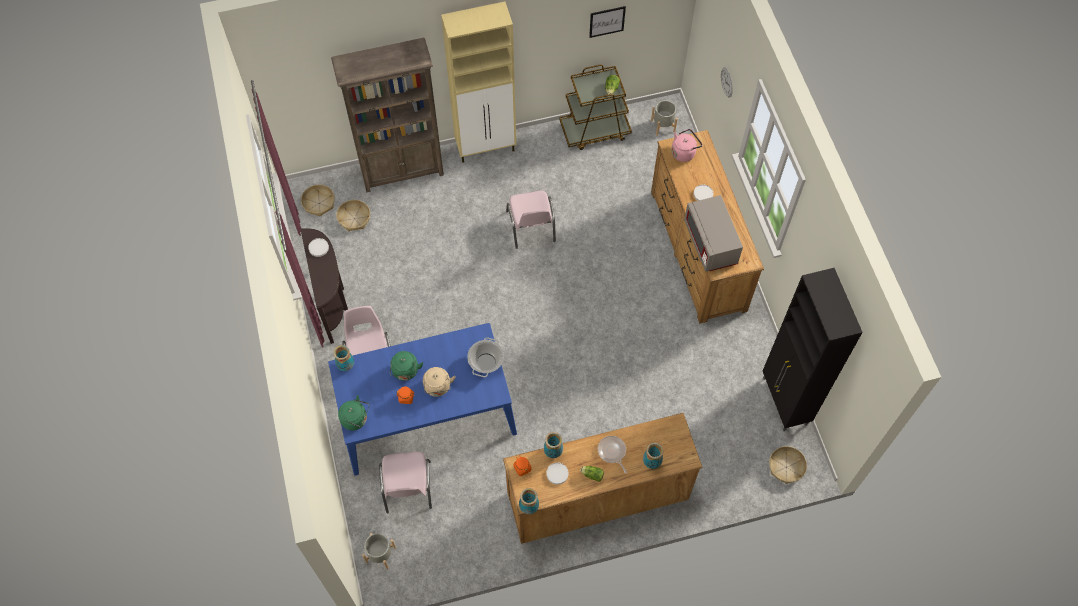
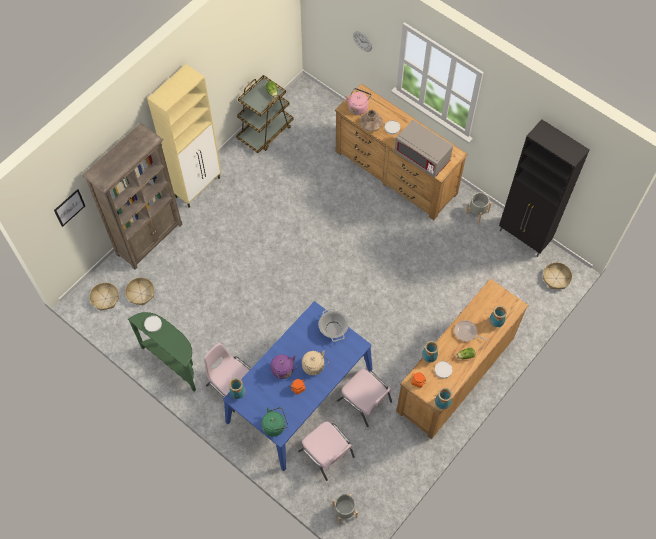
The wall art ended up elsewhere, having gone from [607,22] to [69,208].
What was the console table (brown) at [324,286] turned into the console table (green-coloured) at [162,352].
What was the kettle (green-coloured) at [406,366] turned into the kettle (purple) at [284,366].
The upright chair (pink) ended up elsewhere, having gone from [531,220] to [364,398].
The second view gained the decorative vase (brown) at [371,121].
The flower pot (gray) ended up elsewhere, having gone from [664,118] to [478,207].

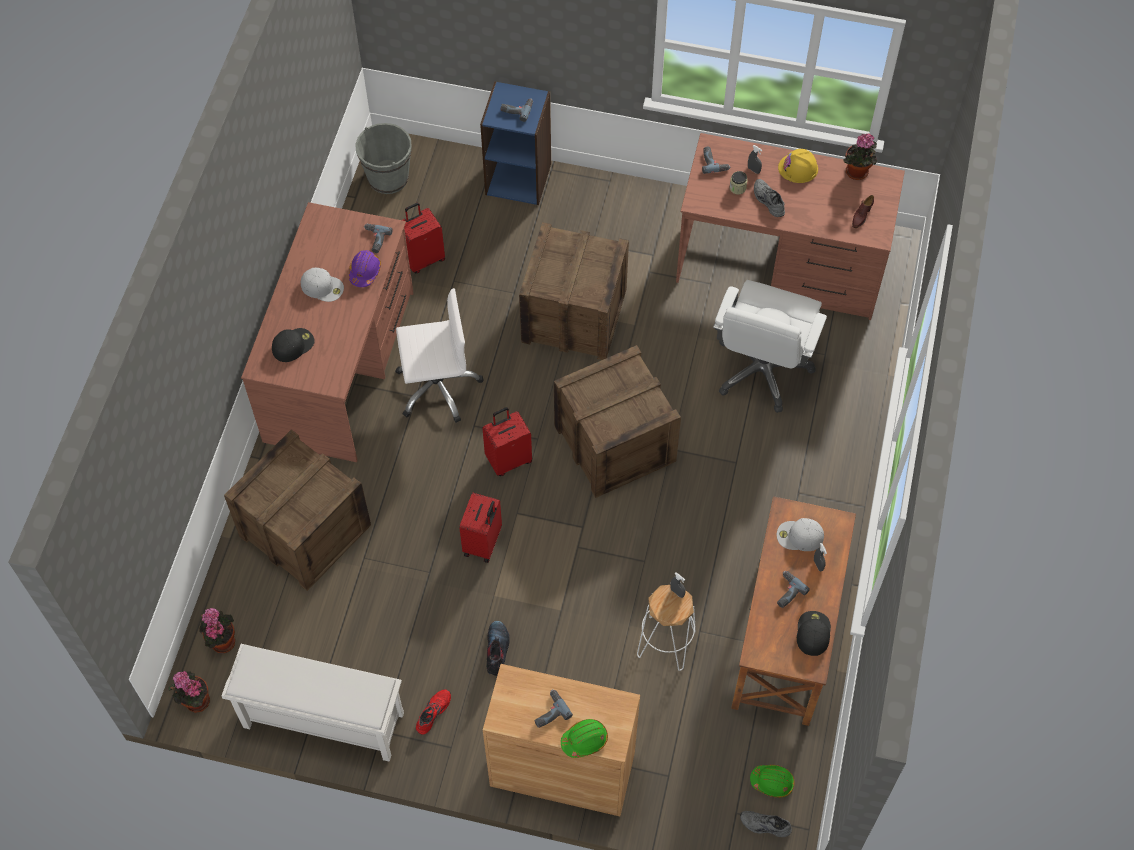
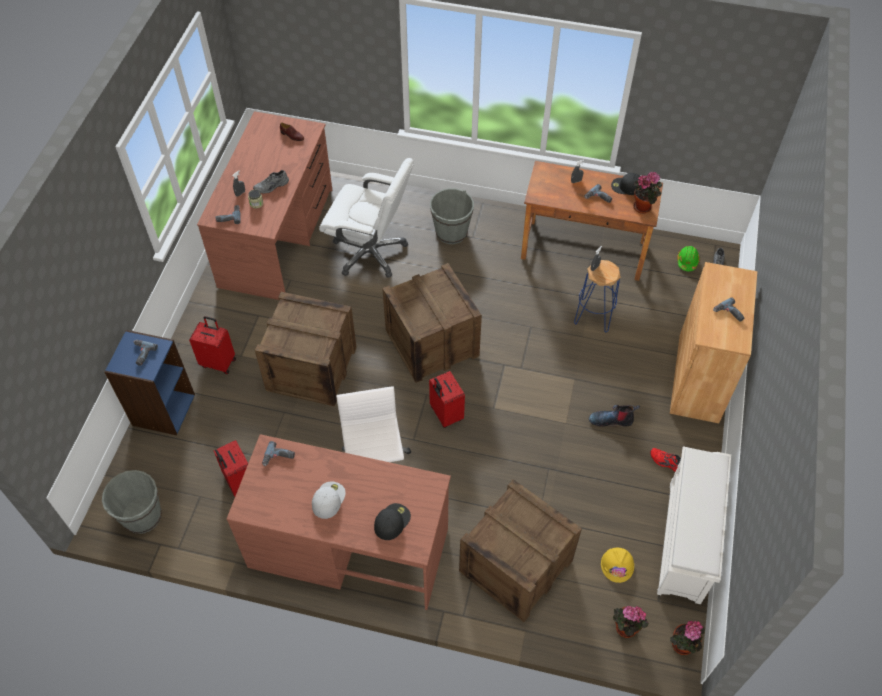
The suitcase (red-coloured) ended up elsewhere, having gone from [480,527] to [212,345].
The cap (black-coloured) at [293,345] ended up facing another way, 75 degrees clockwise from before.
The second view gained the water bucket (gray) at [452,216].
What was the sitting stool (white-coloured) at [666,628] turned into the sitting stool (blue) at [597,296].
The work helmet (yellow) ended up elsewhere, having gone from [798,166] to [617,565].
The potted plant ended up elsewhere, having gone from [860,157] to [647,193].
The second view lost the work helmet (purple) at [365,268].
The second view lost the work helmet (green-coloured) at [584,738].
The second view lost the cap (white-coloured) at [800,534].

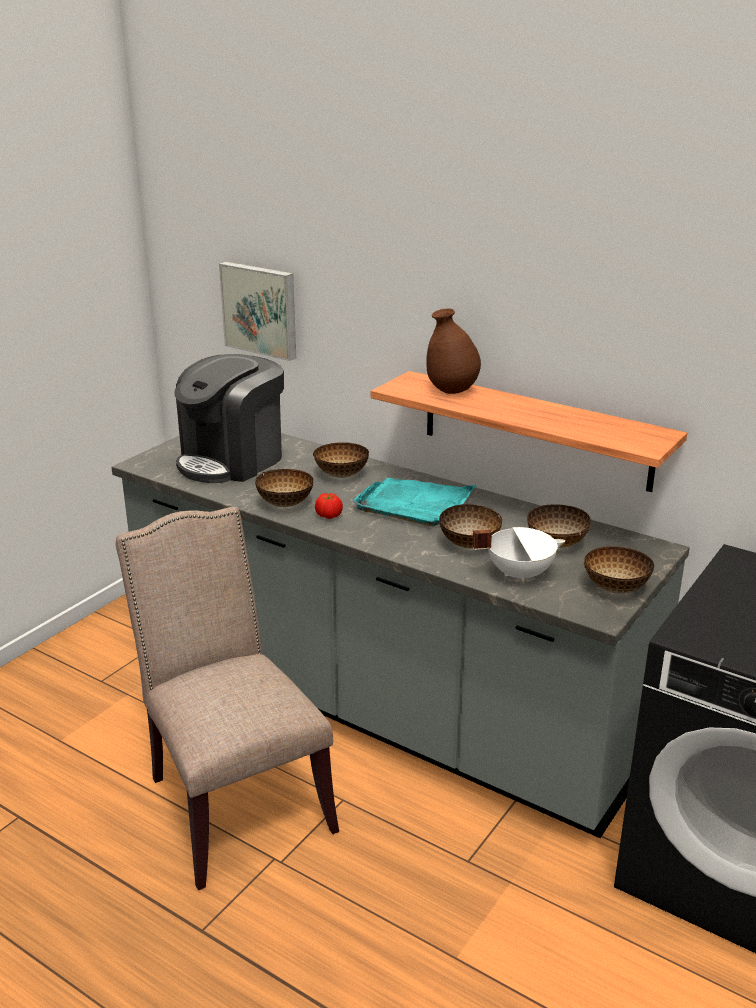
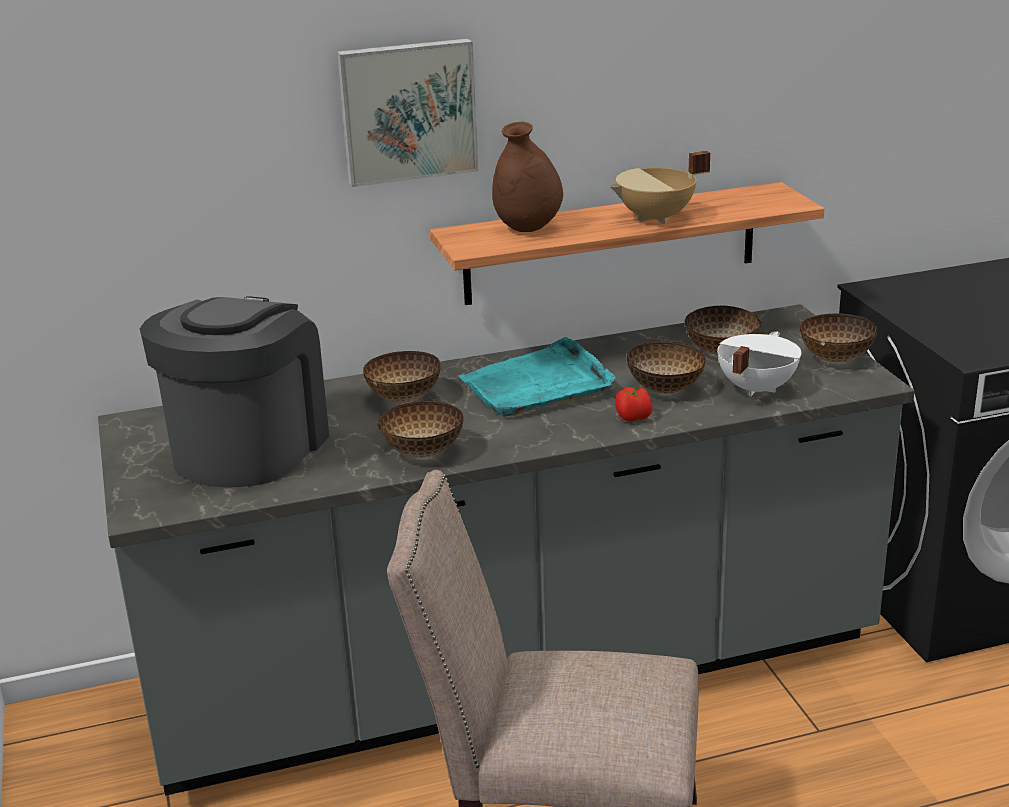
The coffee brewer at [229,418] ended up facing another way, 150 degrees counterclockwise from before.
The wall art ended up elsewhere, having gone from [257,311] to [407,112].
The second view gained the cooking pot (beige) at [659,187].
The tomato ended up elsewhere, having gone from [329,506] to [634,404].

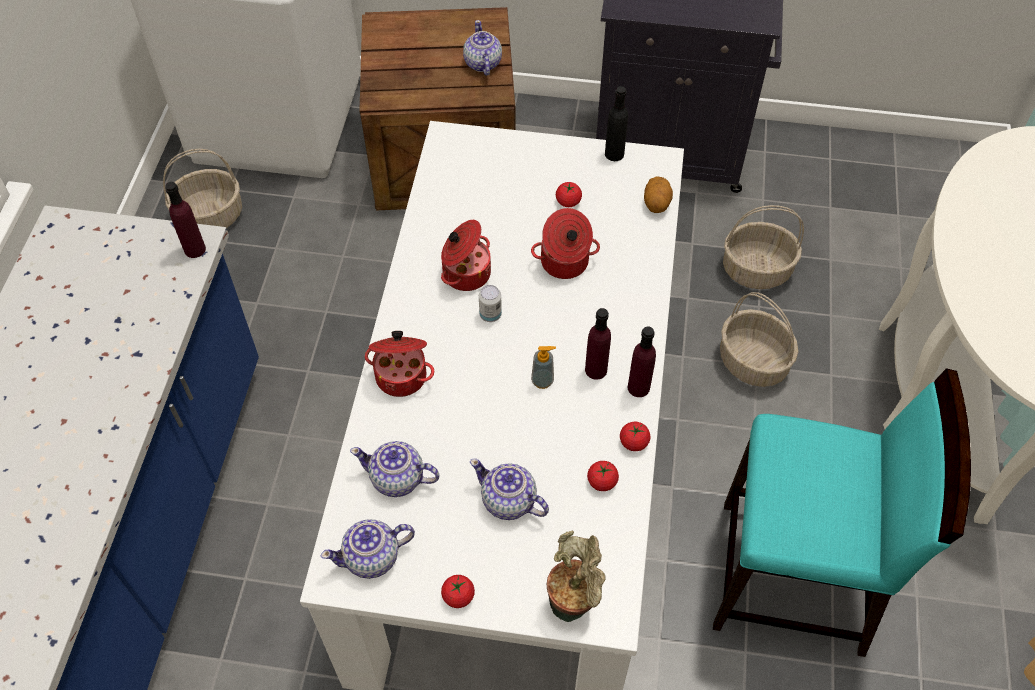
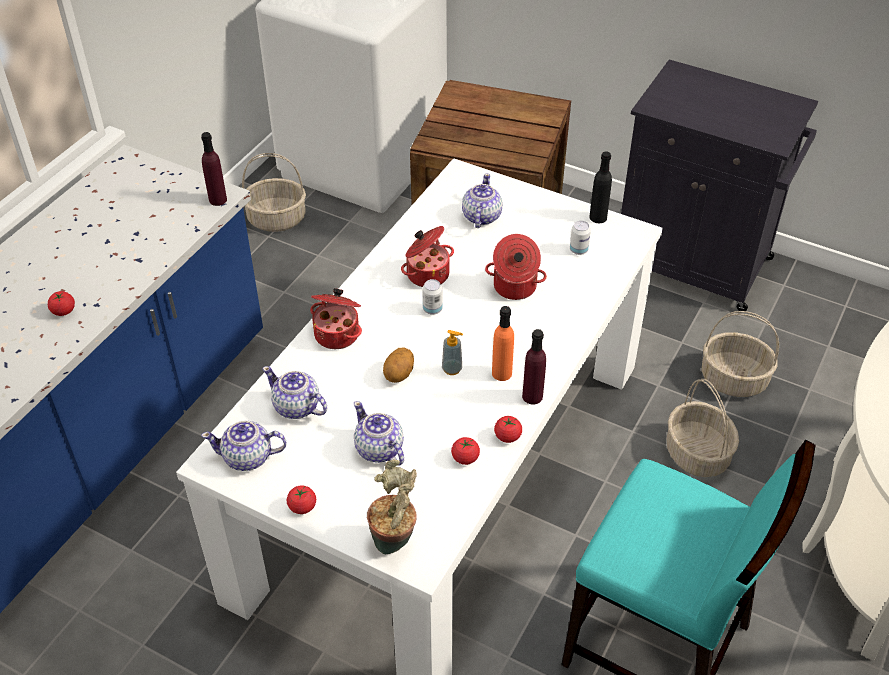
The tomato ended up elsewhere, having gone from [569,194] to [61,303].
The spud ended up elsewhere, having gone from [658,194] to [398,365].
The pot for tea ended up elsewhere, having gone from [482,48] to [482,200].
What was the drink bottle (purple) at [598,344] turned into the drink bottle (orangey) at [503,343].
The second view gained the can at [580,238].

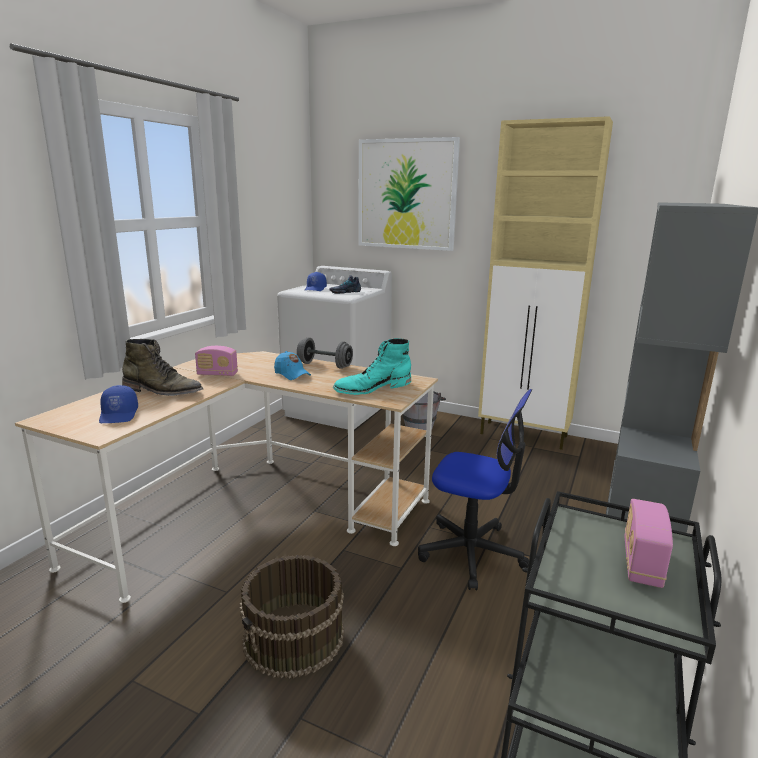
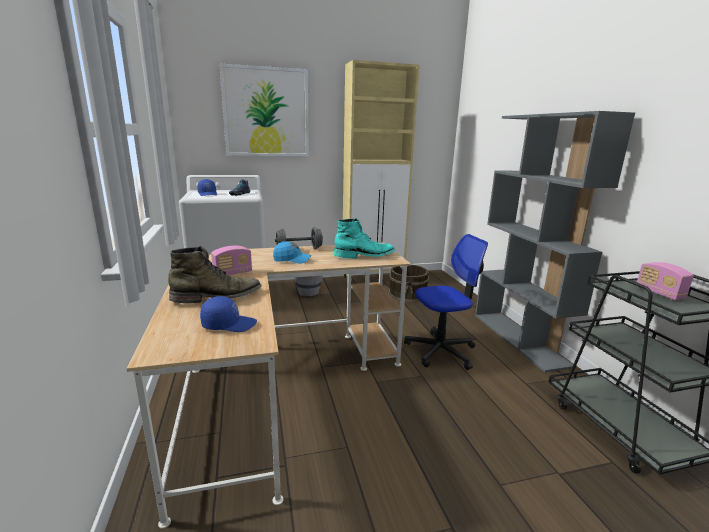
The cap (blue) at [118,404] ended up facing another way, 45 degrees counterclockwise from before.
The tall boot (turquoise-coloured) at [372,366] ended up facing another way, 135 degrees counterclockwise from before.
The water bucket (brown) ended up elsewhere, having gone from [291,616] to [409,283].

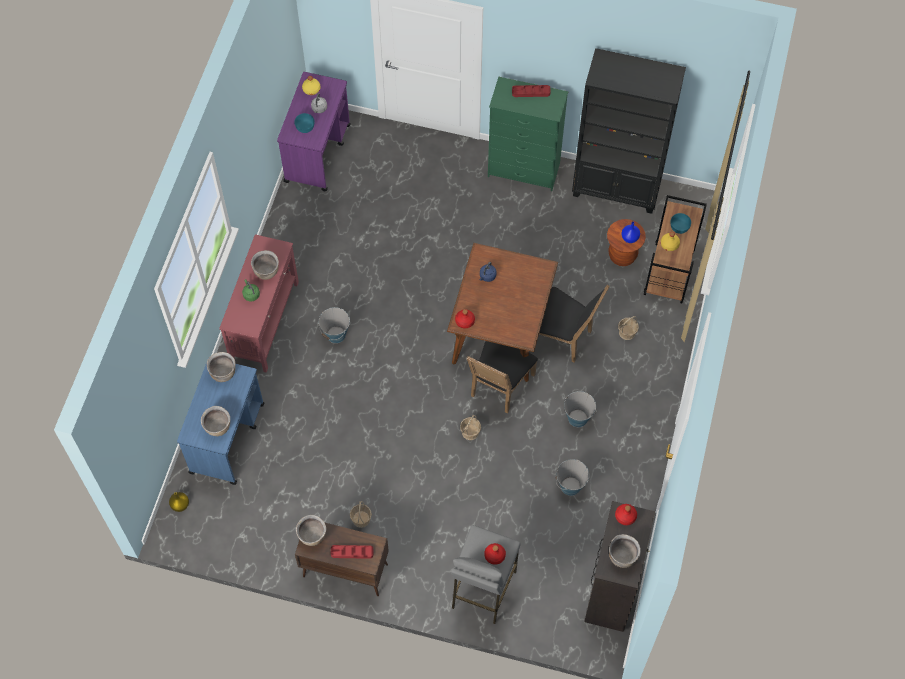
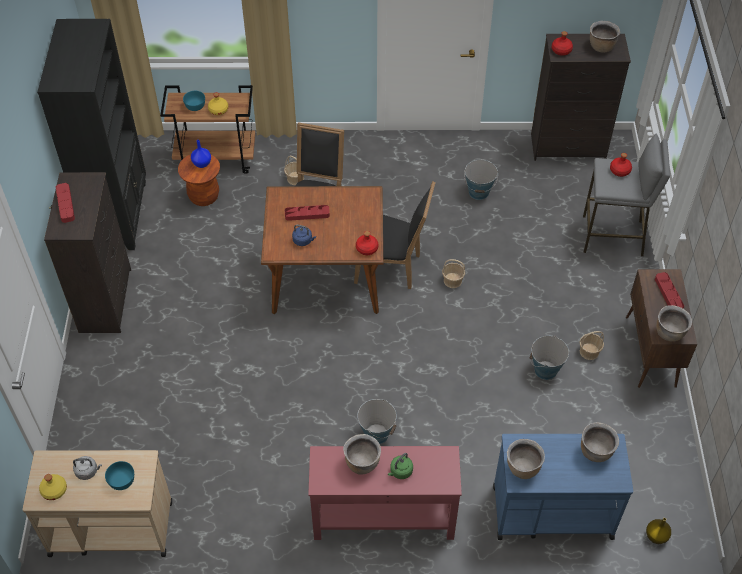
What was the wheeled cart (purple) at [314,131] turned into the wheeled cart (beige) at [97,503].
What was the drawer chest (green-coloured) at [528,134] turned into the drawer chest (black-coloured) at [87,252].
The second view gained the serving tray (red-coloured) at [307,213].
The water bucket ended up elsewhere, having gone from [580,409] to [549,358].

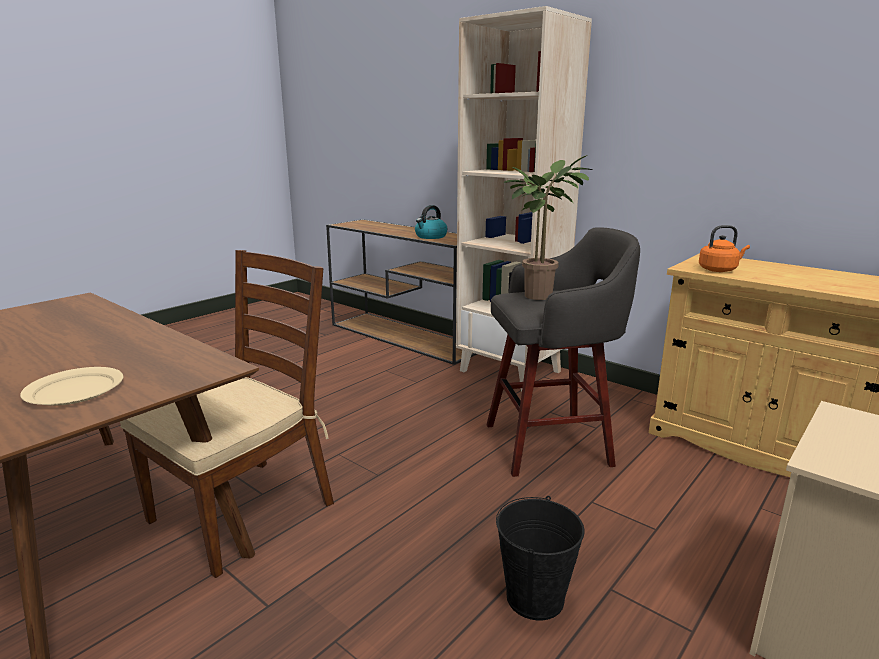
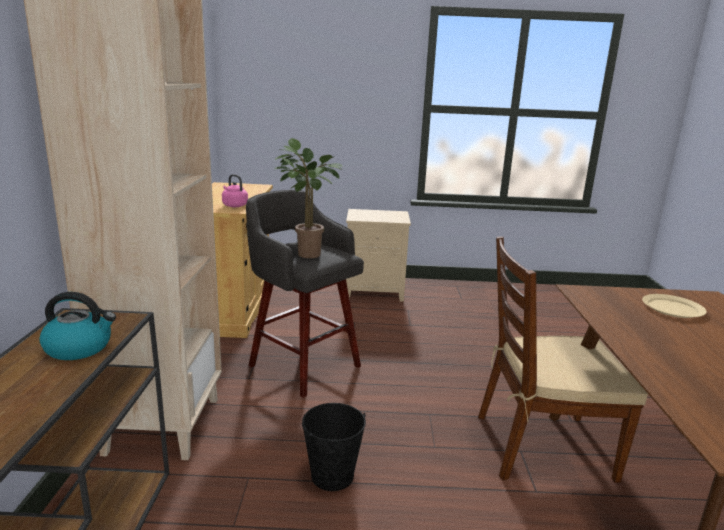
What was the kettle (orangey) at [724,248] turned into the kettle (pink) at [235,190].
The water bucket (black-coloured) ended up elsewhere, having gone from [540,558] to [334,447].

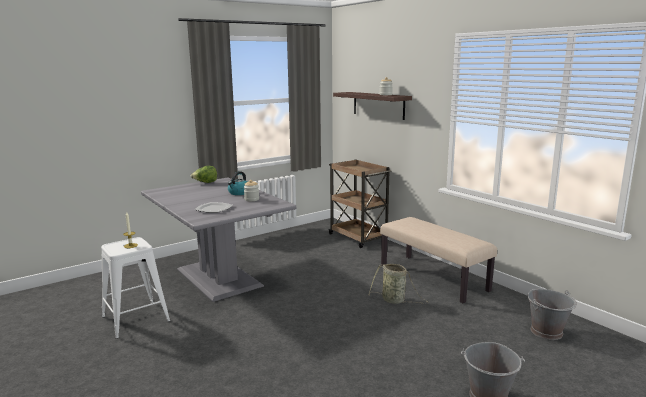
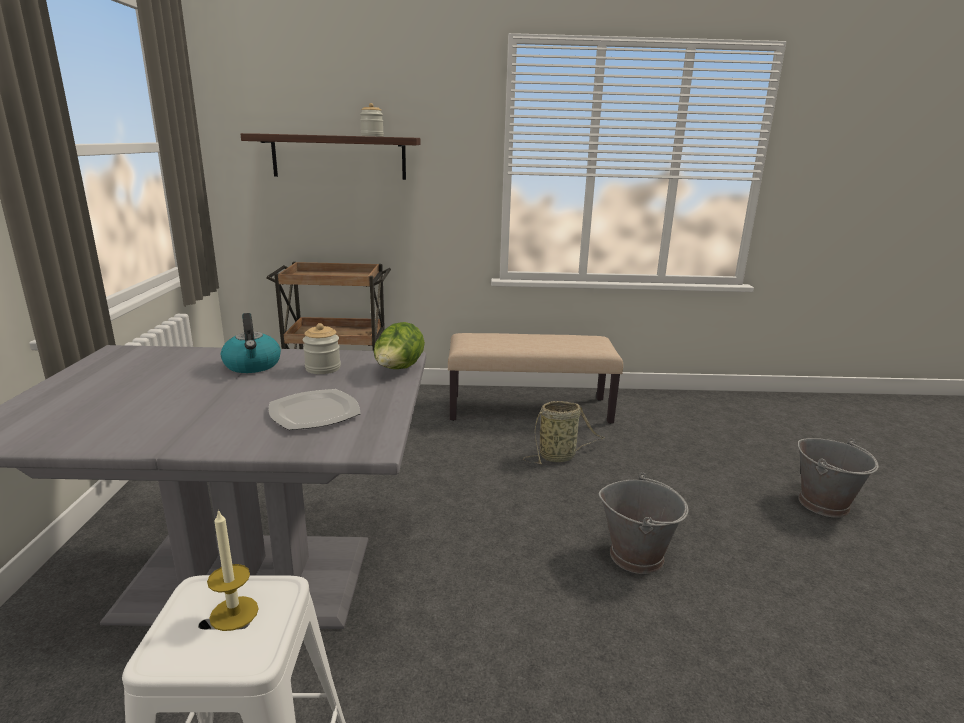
The lettuce head ended up elsewhere, having gone from [204,174] to [399,345].
The water bucket (gray) ended up elsewhere, having gone from [552,314] to [643,523].

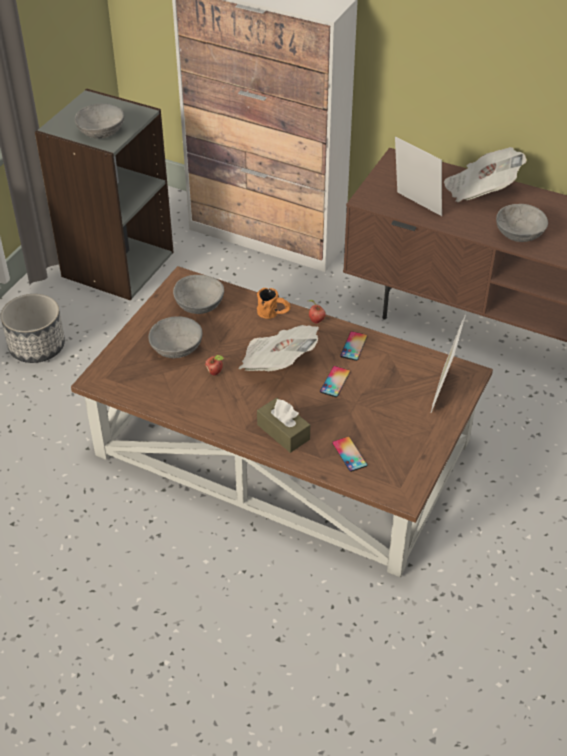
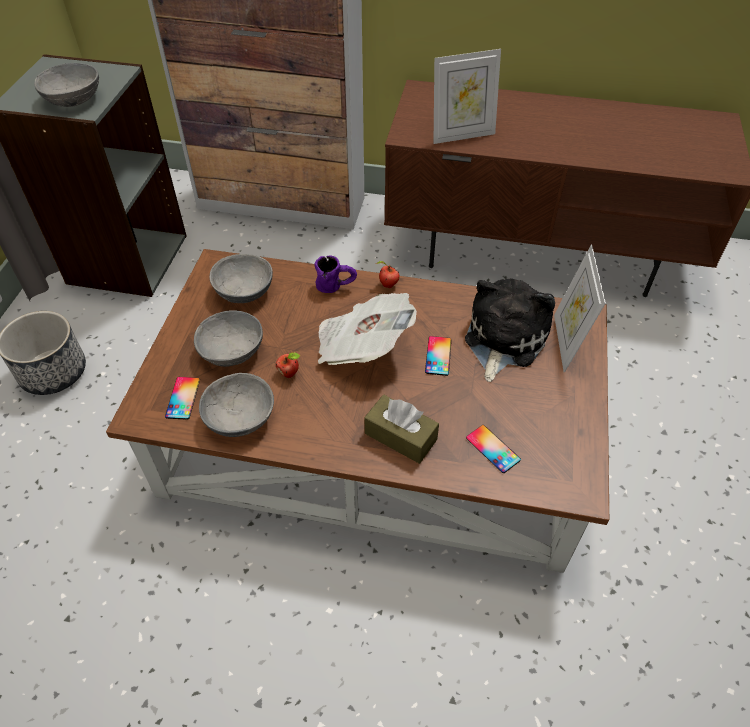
The phone ended up elsewhere, having gone from [354,346] to [182,398].
The serving bowl (gray) ended up elsewhere, having gone from [522,223] to [236,405].
What was the coffee mug (orangey) at [274,303] turned into the coffee mug (purple) at [335,274].
The picture frame at [418,176] ended up facing another way, 135 degrees clockwise from before.
The second view gained the plush toy at [510,330].
The second view lost the daily paper at [485,174].

